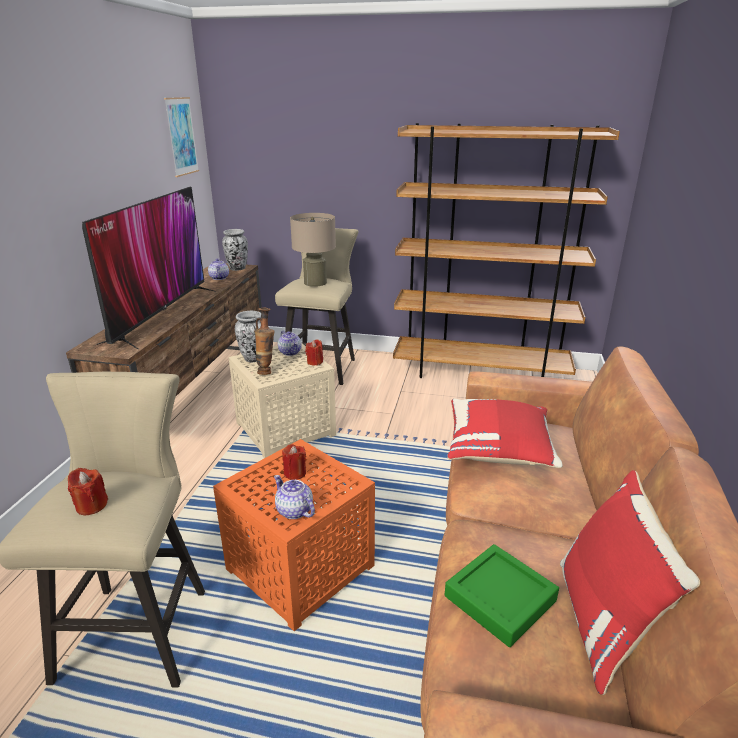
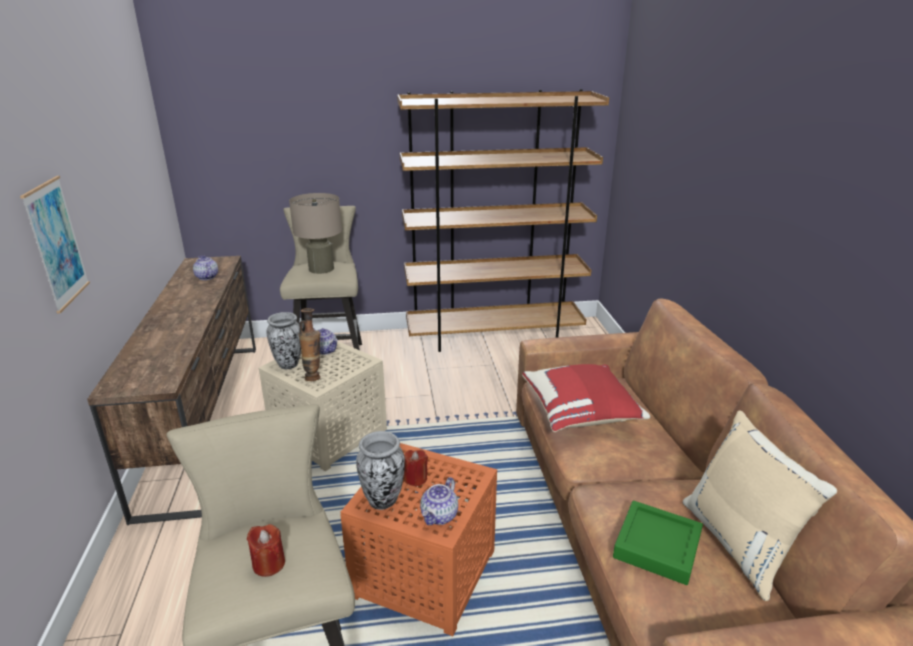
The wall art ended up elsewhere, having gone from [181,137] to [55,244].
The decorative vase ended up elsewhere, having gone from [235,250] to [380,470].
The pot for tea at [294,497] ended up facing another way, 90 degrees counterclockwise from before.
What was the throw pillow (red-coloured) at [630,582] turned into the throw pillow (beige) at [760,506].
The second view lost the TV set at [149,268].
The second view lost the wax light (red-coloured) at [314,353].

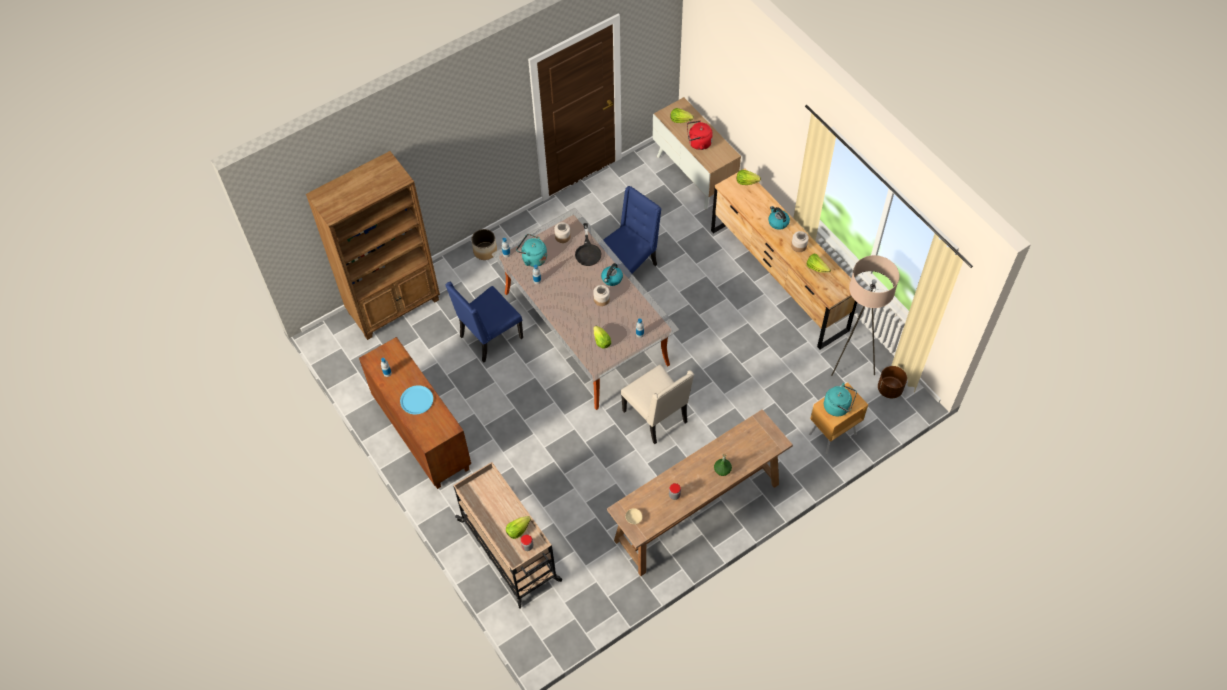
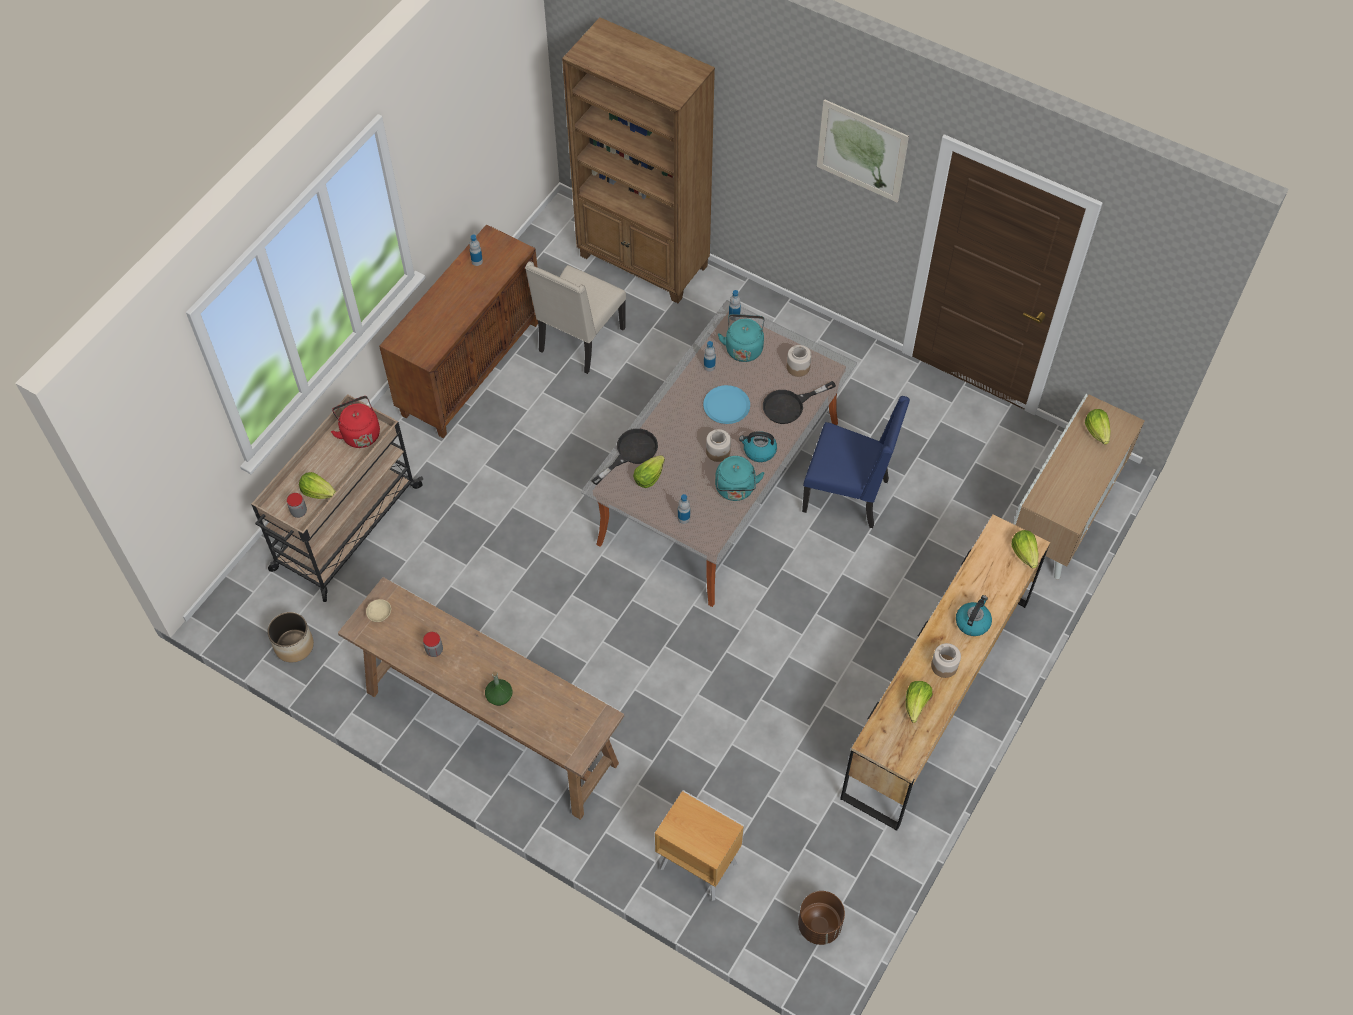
The flower pot ended up elsewhere, having gone from [484,244] to [290,637].
The kettle (red-coloured) ended up elsewhere, having gone from [700,135] to [355,422].
The upright chair (beige) ended up elsewhere, having gone from [657,404] to [575,317].
The second view gained the pan (black-coloured) at [624,457].
The plate (blue) ended up elsewhere, having gone from [416,400] to [726,404].
The kettle (turquoise-coloured) ended up elsewhere, having gone from [840,399] to [740,478].
The second view gained the wall art at [863,150].
The second view lost the upright chair (blue) at [484,322].
The second view lost the floor lamp (beige) at [865,315].

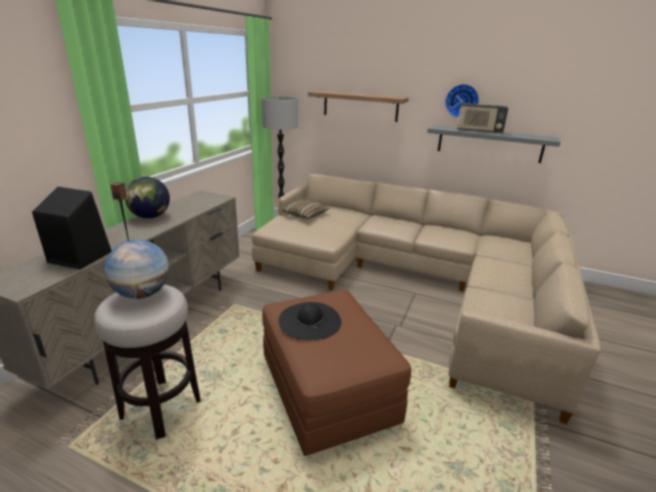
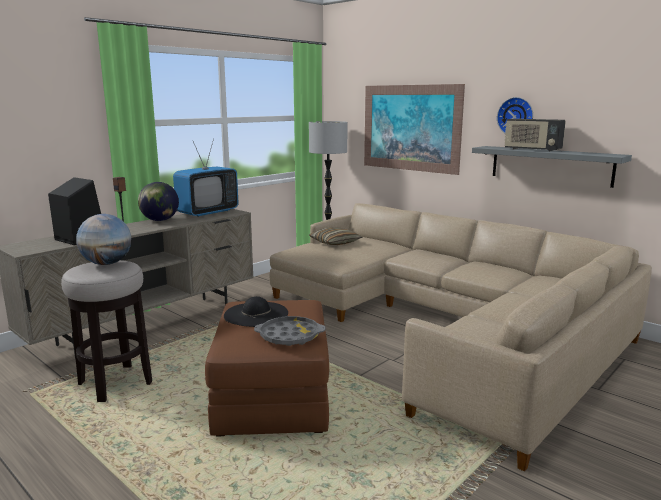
The second view gained the TV set at [206,178].
The second view gained the serving tray (gray) at [289,331].
Where the shelf hung at [358,106], the wall art came to hang at [414,129].

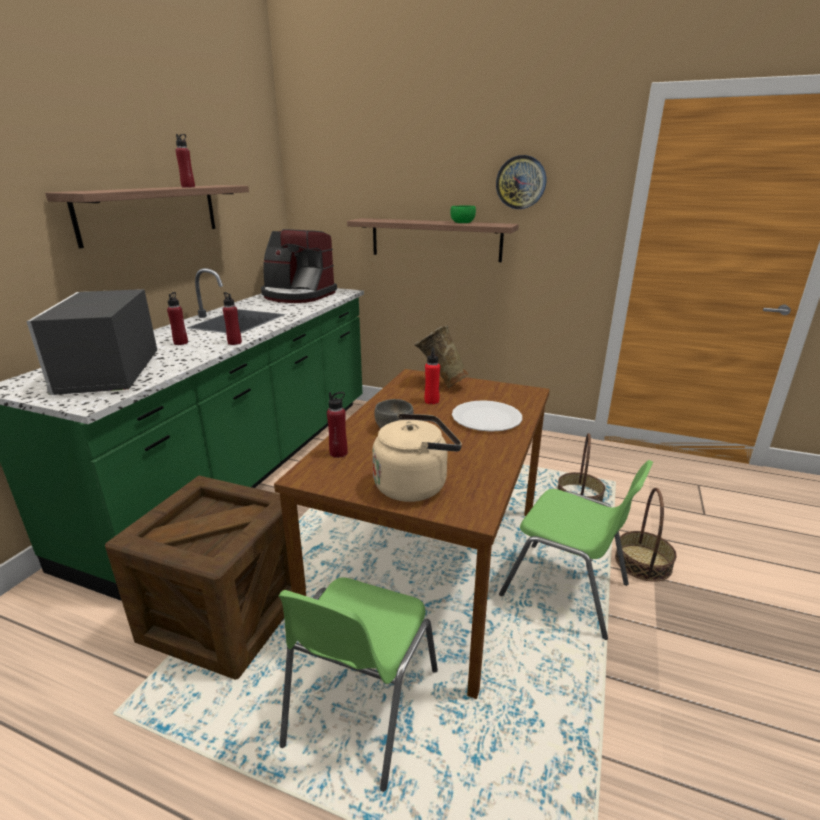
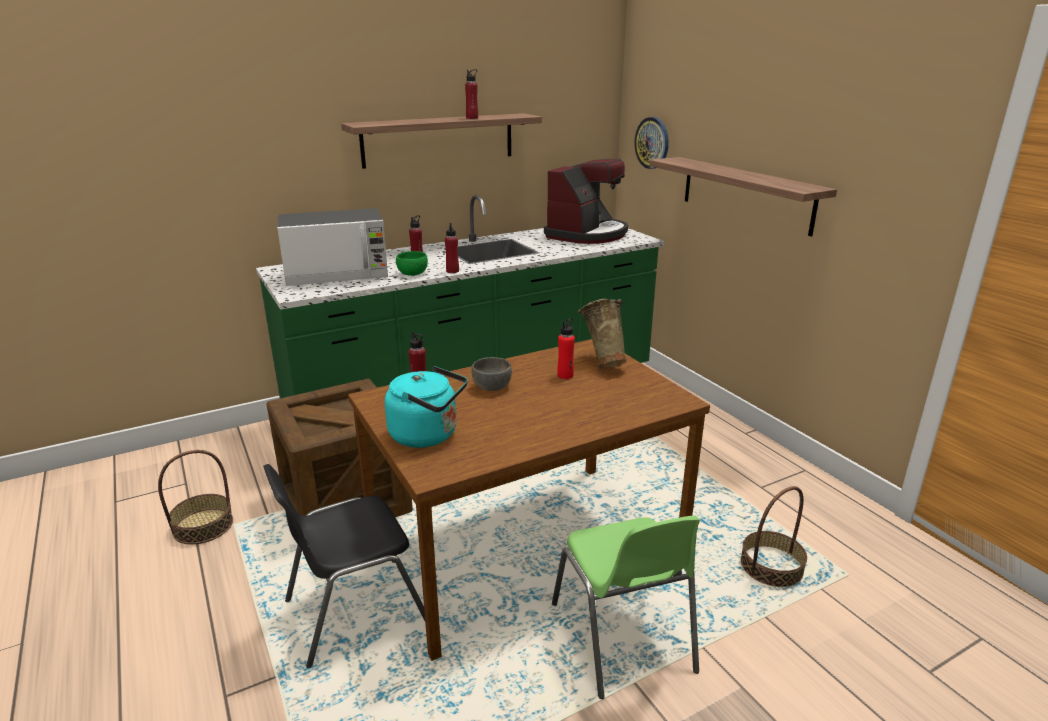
The household basket ended up elsewhere, having gone from [646,535] to [195,497].
What was the upright chair (green-coloured) at [358,684] turned into the upright chair (black-coloured) at [344,566].
The microwave oven at [92,342] ended up facing another way, 135 degrees counterclockwise from before.
What was the kettle (beige) at [417,457] turned into the kettle (turquoise-coloured) at [426,407].
The serving bowl (green-coloured) ended up elsewhere, having gone from [463,214] to [412,263].
The coffee brewer at [299,266] ended up facing another way, 120 degrees counterclockwise from before.
The wall clock ended up elsewhere, having gone from [521,182] to [651,143].
The second view lost the plate (white-coloured) at [487,416].

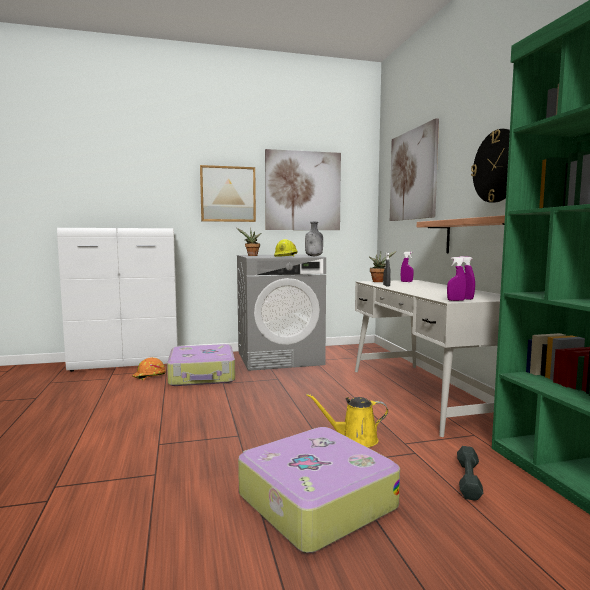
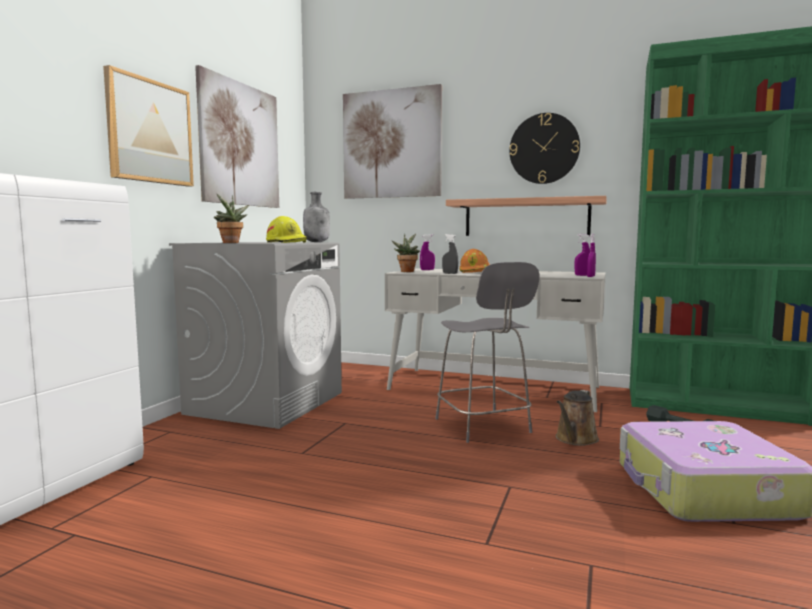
The second view gained the upright chair (gray) at [487,352].
The work helmet (orangey) ended up elsewhere, having gone from [149,368] to [474,261].
What was the sprinkling can (yellow) at [347,420] turned into the sprinkling can (brown) at [577,418].
The second view lost the suitcase at [201,365].

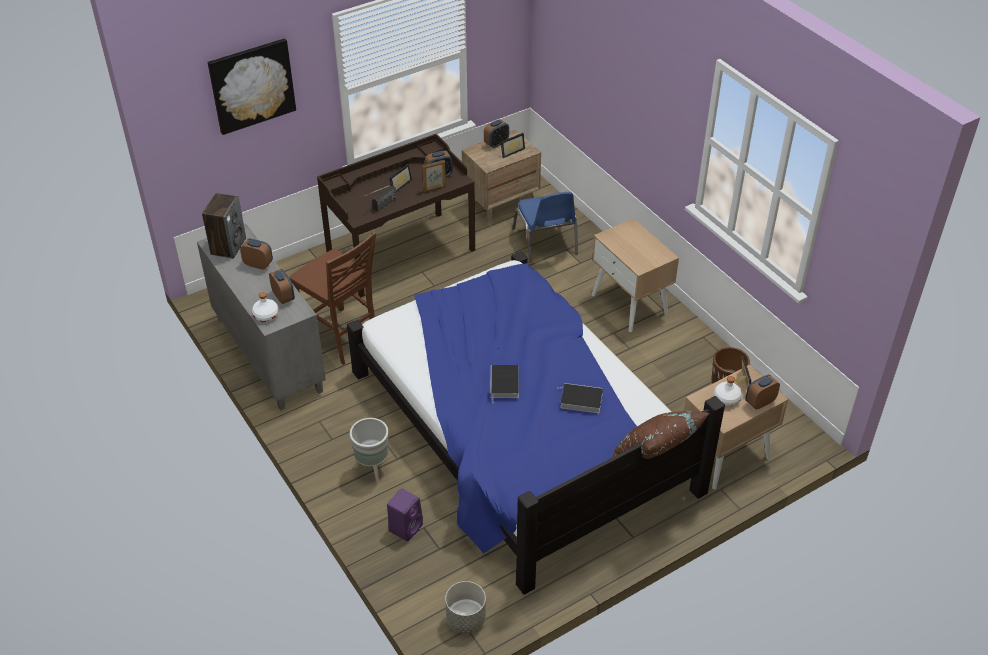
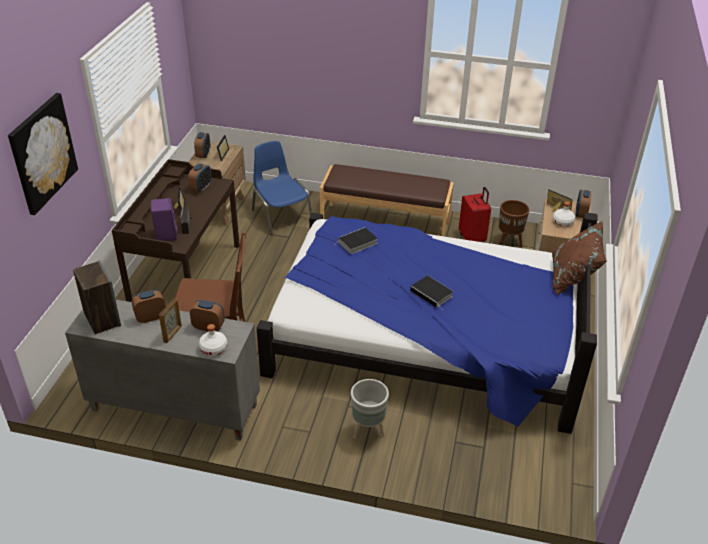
The speaker (purple) ended up elsewhere, having gone from [405,514] to [164,219].
The picture frame ended up elsewhere, having gone from [434,176] to [170,320].
The upright chair (blue) at [545,227] ended up facing another way, 150 degrees counterclockwise from before.
Where the nightstand (beige) stood at [635,275], the indoor bench (brown) came to stand at [387,200].
The book ended up elsewhere, having gone from [580,398] to [356,240].
The second view gained the suitcase (red-coloured) at [475,215].
The second view lost the flower pot (gray) at [465,607].

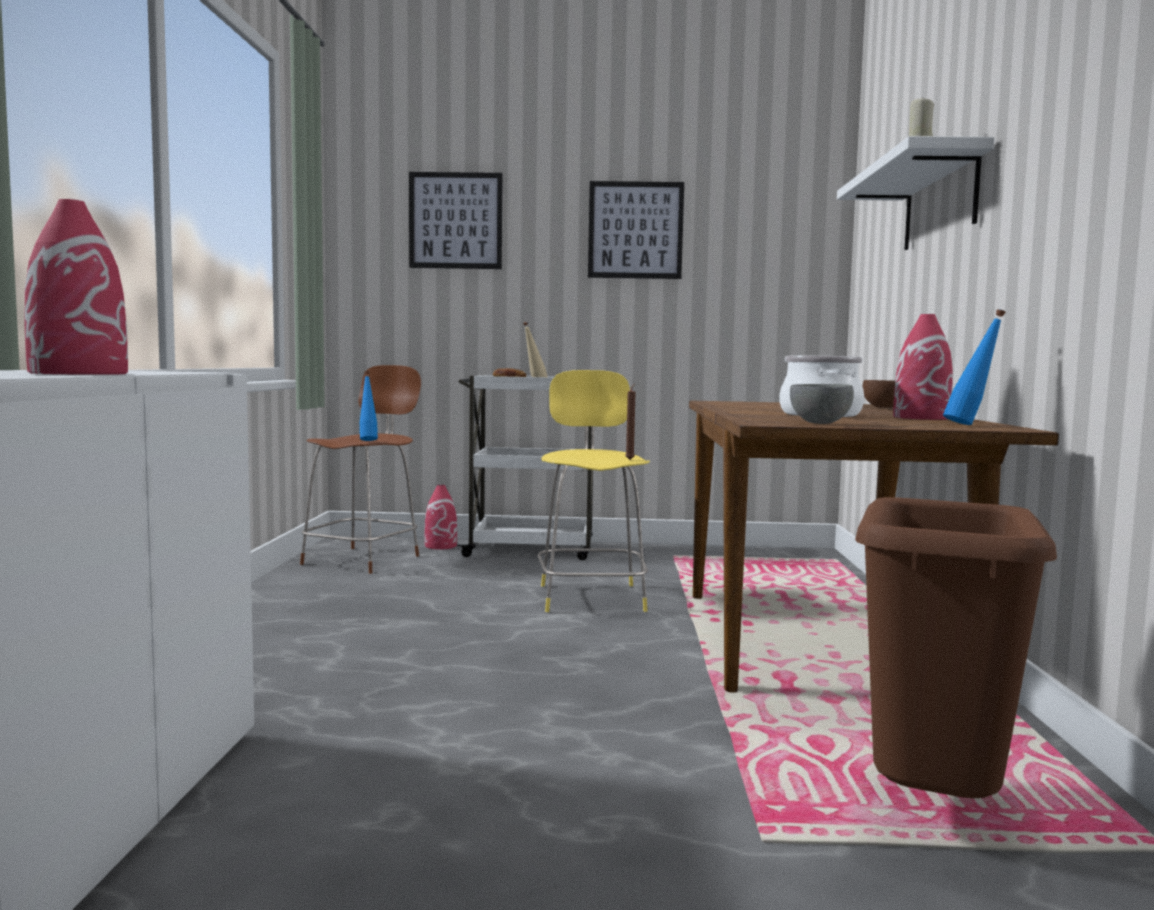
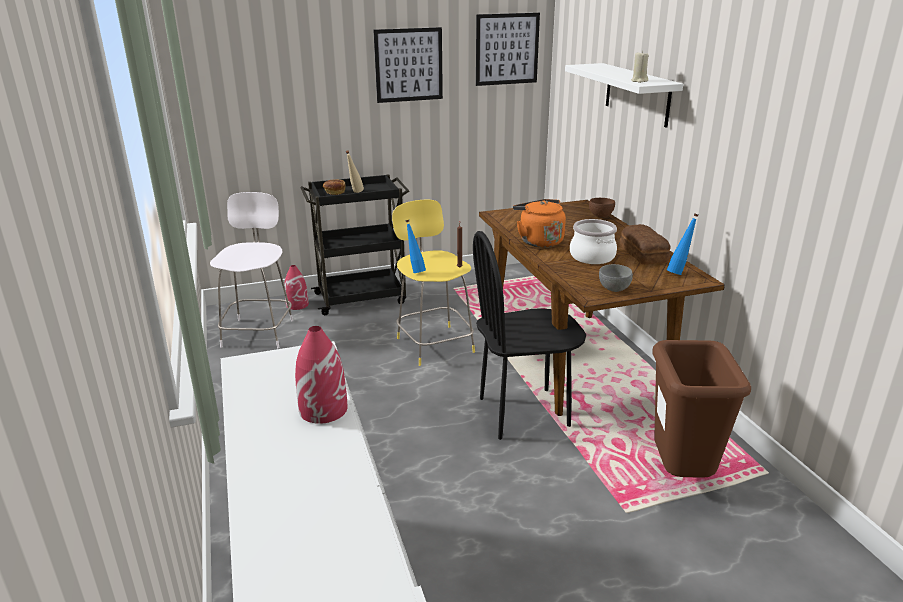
What was the sitting stool (brown) at [360,469] turned into the sitting stool (white-coloured) at [251,270].
What was the wheeled cart (white-coloured) at [525,467] turned into the wheeled cart (black-coloured) at [355,244].
The drink bottle (blue) ended up elsewhere, having gone from [369,406] to [415,246].
The second view gained the upright chair (black-coloured) at [529,335].
The wall art ended up elsewhere, having gone from [456,220] to [508,49].
The second view gained the kettle (orangey) at [539,223].
Where the decorative vase (red-coloured) stood at [923,367], the bakery bread came to stand at [644,244].

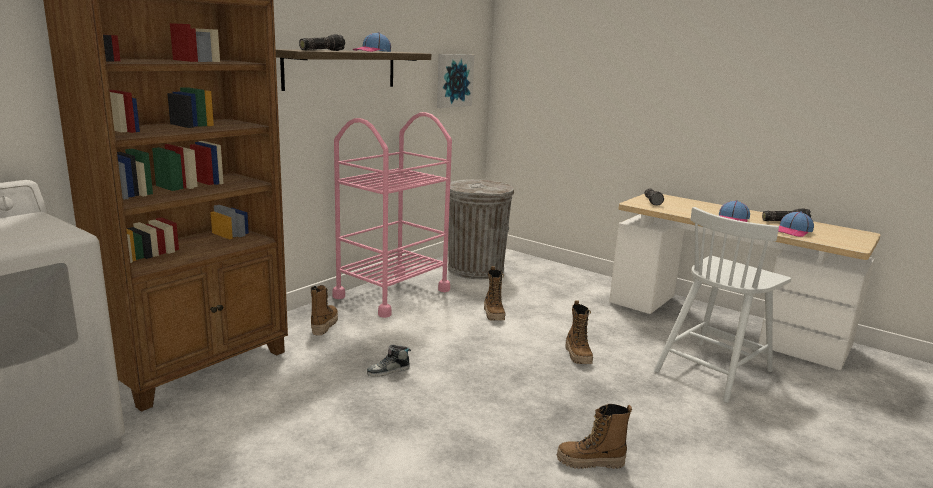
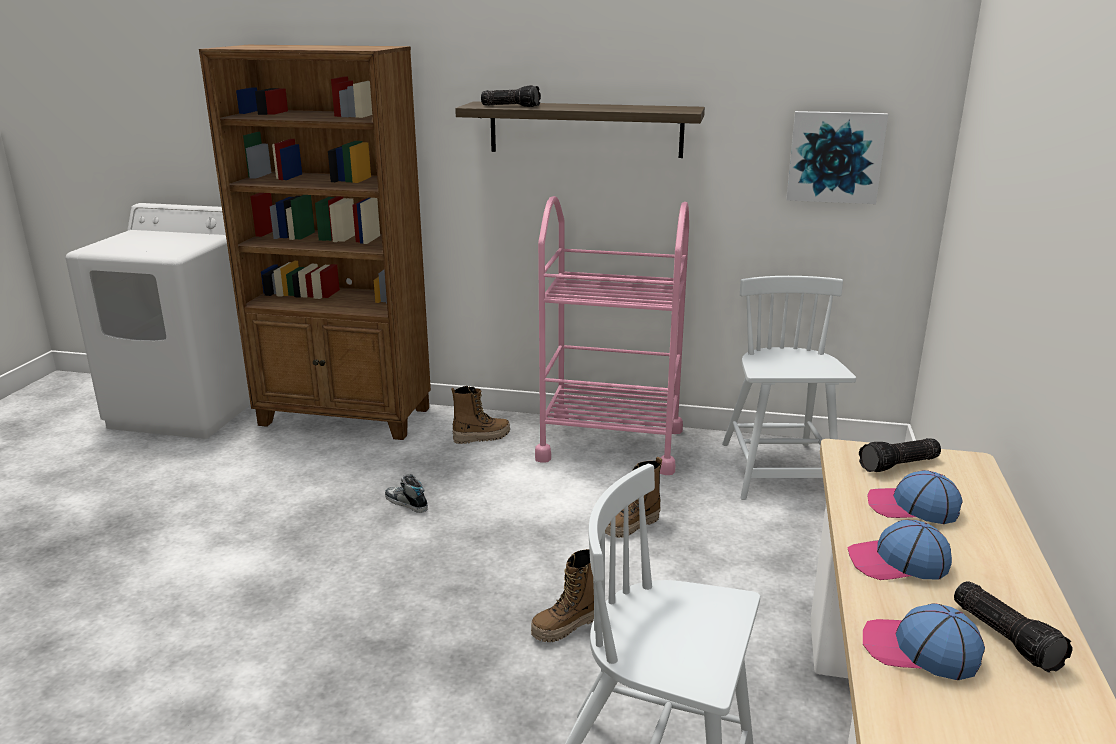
Where the rubbish bin (gray) stood at [481,229], the upright chair (white-coloured) came to stand at [789,388].
The cap ended up elsewhere, having gone from [372,42] to [915,497].
The second view lost the tall boot at [594,436].

